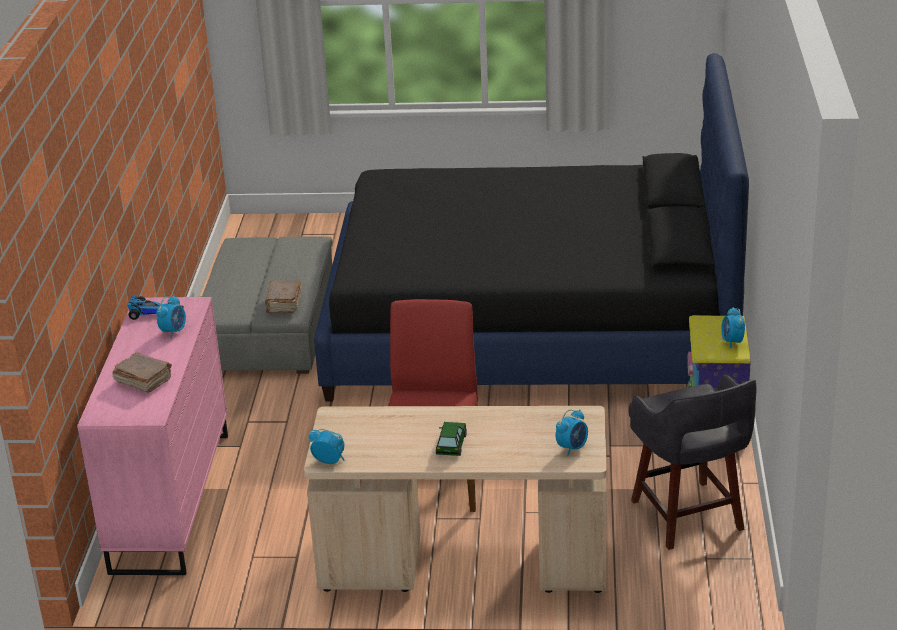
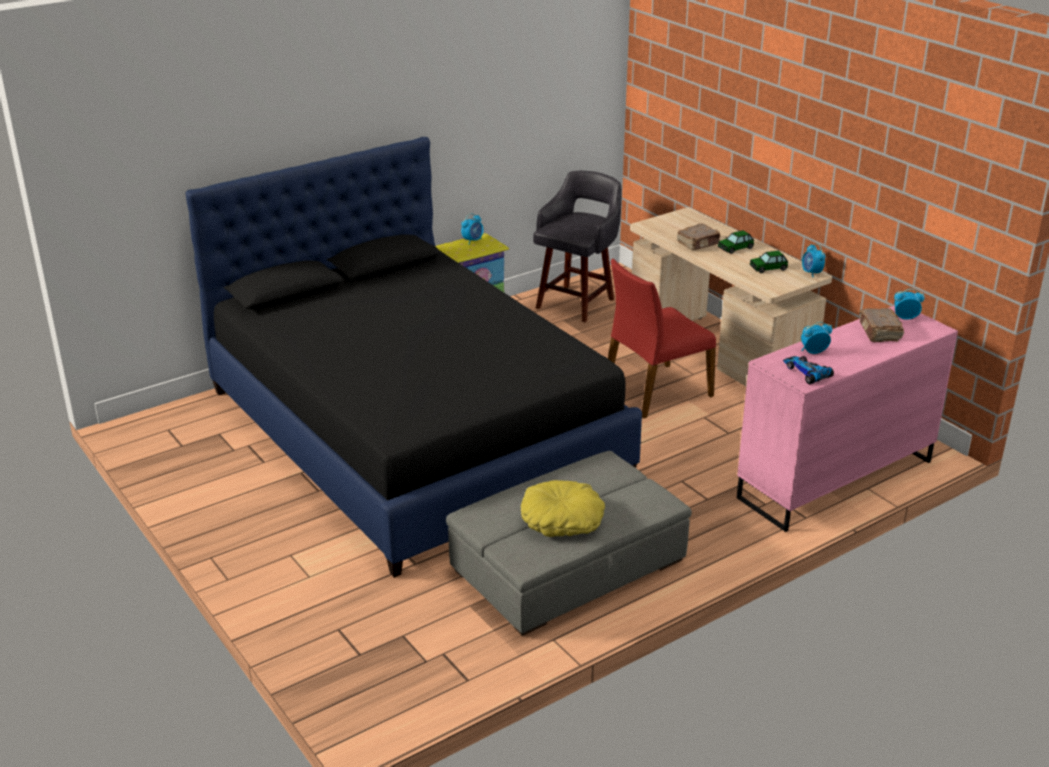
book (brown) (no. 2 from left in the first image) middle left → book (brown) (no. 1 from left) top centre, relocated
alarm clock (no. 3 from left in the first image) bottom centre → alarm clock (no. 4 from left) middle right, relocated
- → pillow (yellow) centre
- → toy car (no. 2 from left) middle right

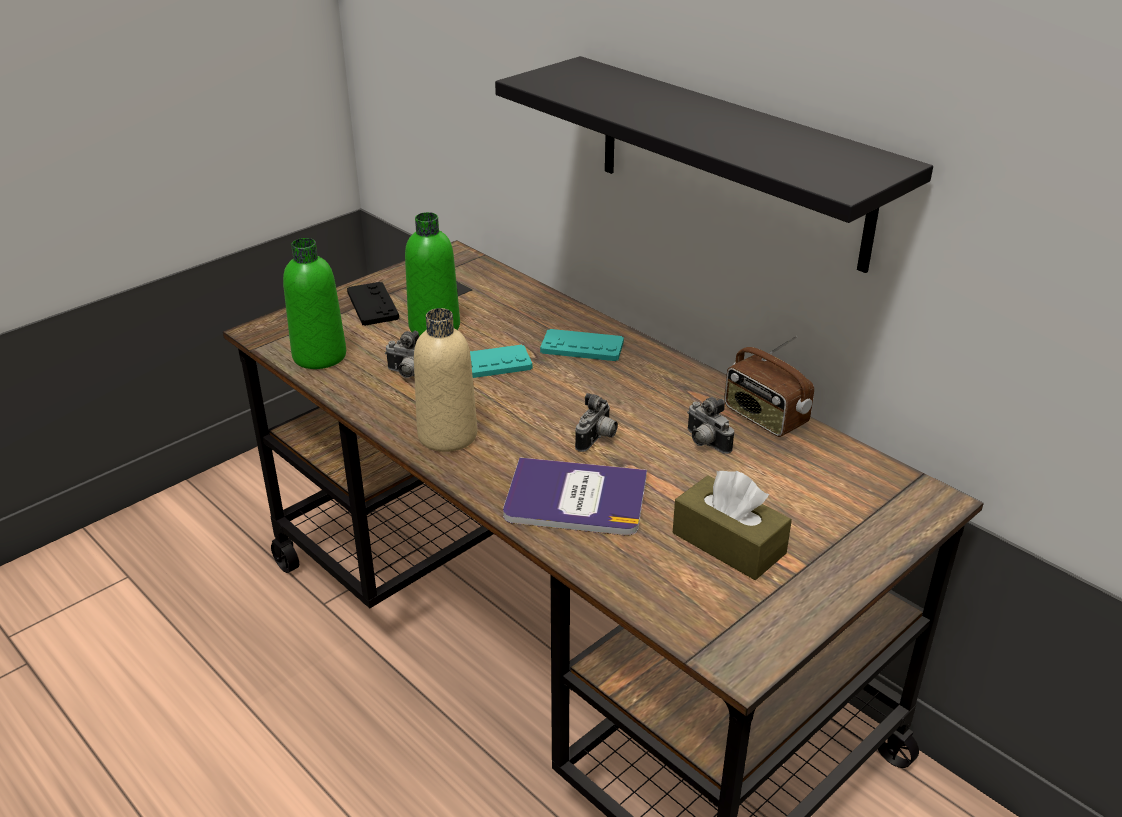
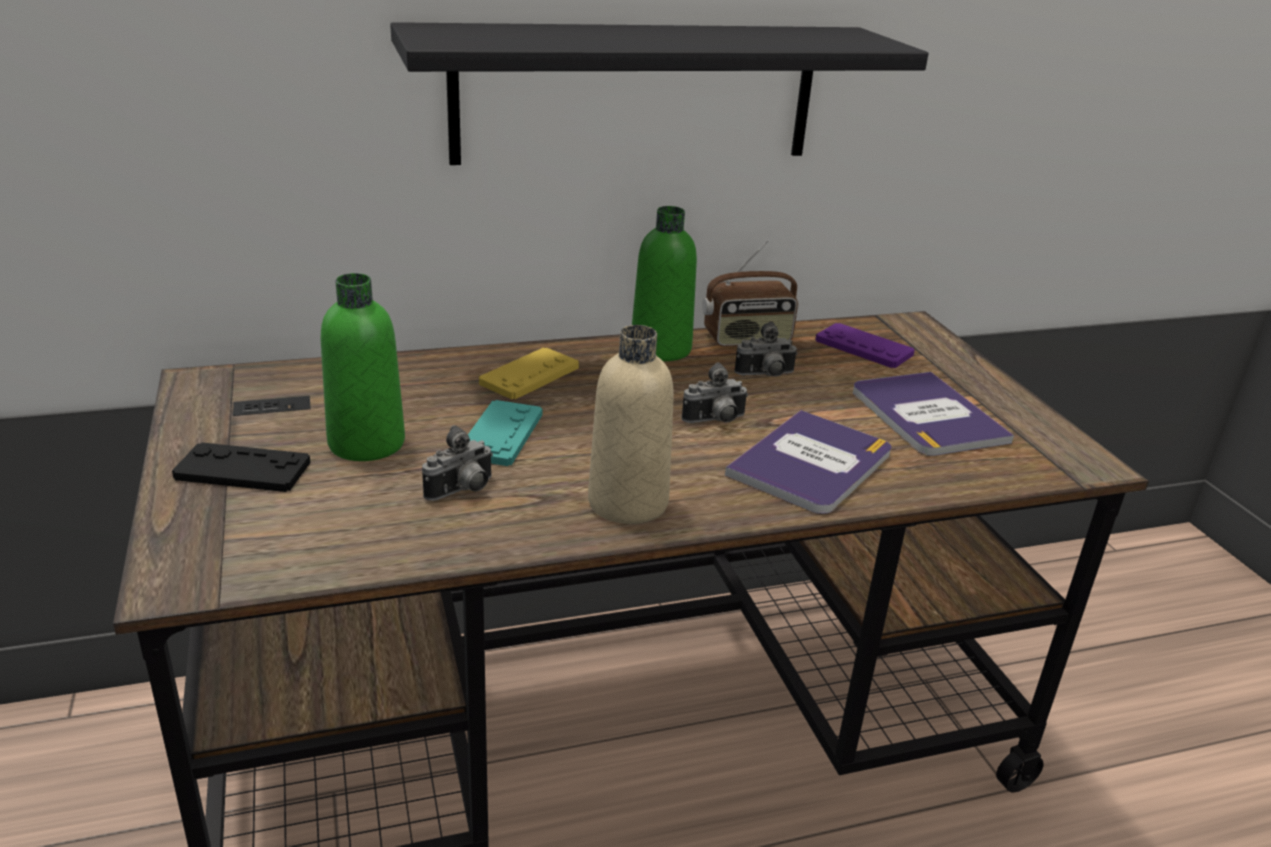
bottle (green) (no. 1 from left in the first image) middle left → bottle (green) (no. 2 from left) centre, relocated
game controller (turquoise) (no. 2 from left) centre → game controller (yellow) centre
photo camera (no. 2 from left) centre, 105 degrees clockwise
tissue box (brown) centre → book (no. 2 from left) middle right
- → game controller (purple) middle right

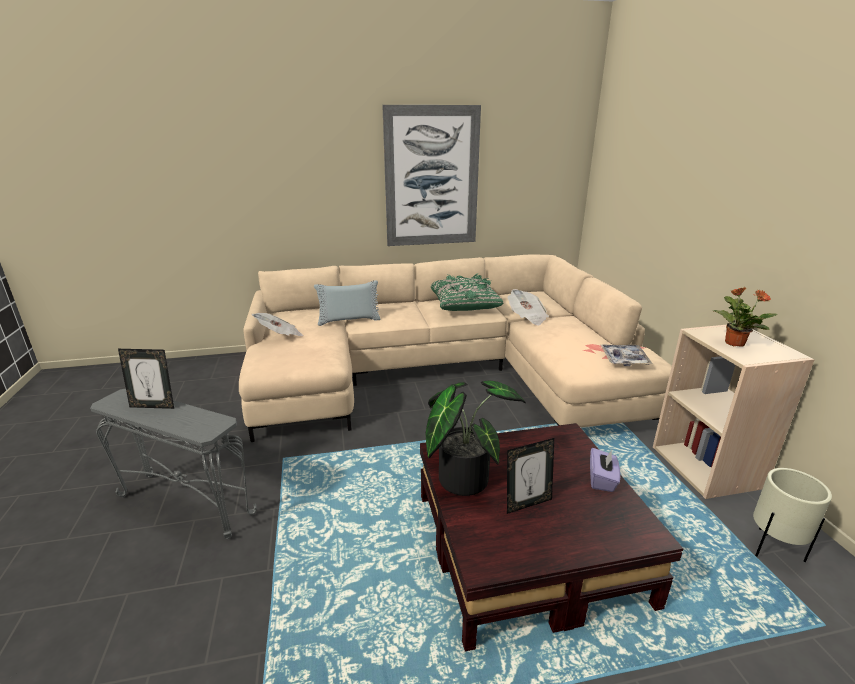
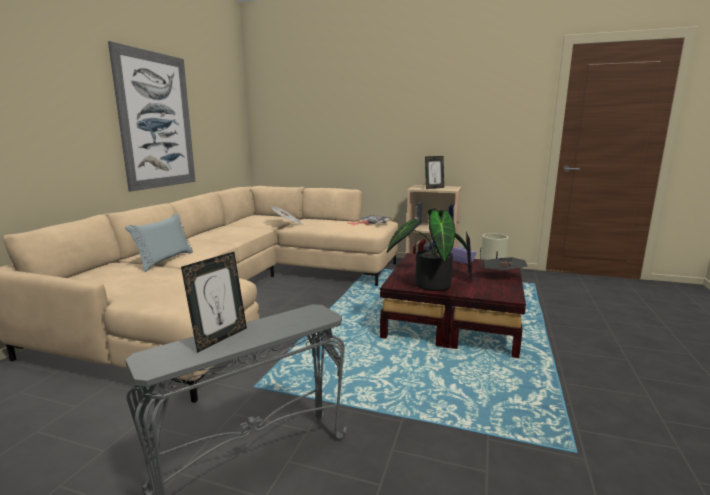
newspaper (no. 1 from left in the first image) middle left → newspaper (no. 2 from left) middle right, relocated
pillow (green) centre → -
potted plant (no. 2 from left) middle right → picture frame (no. 2 from left) centre

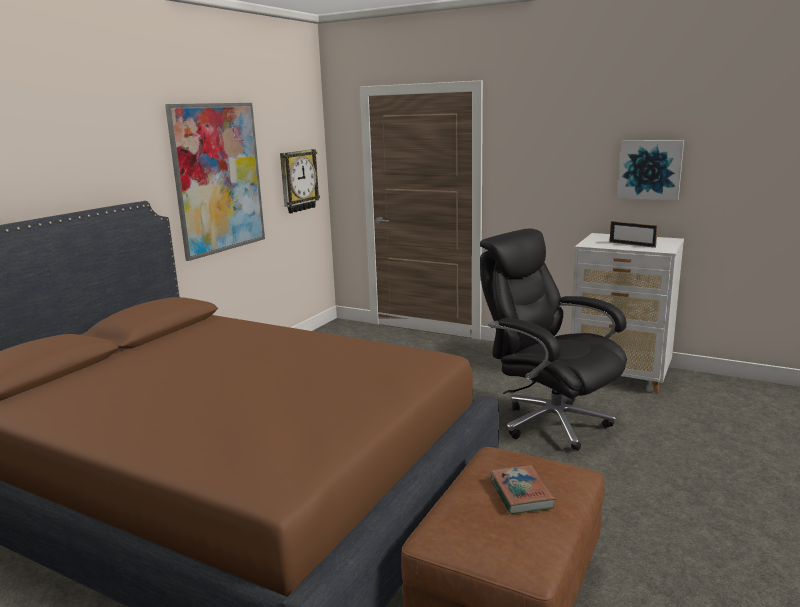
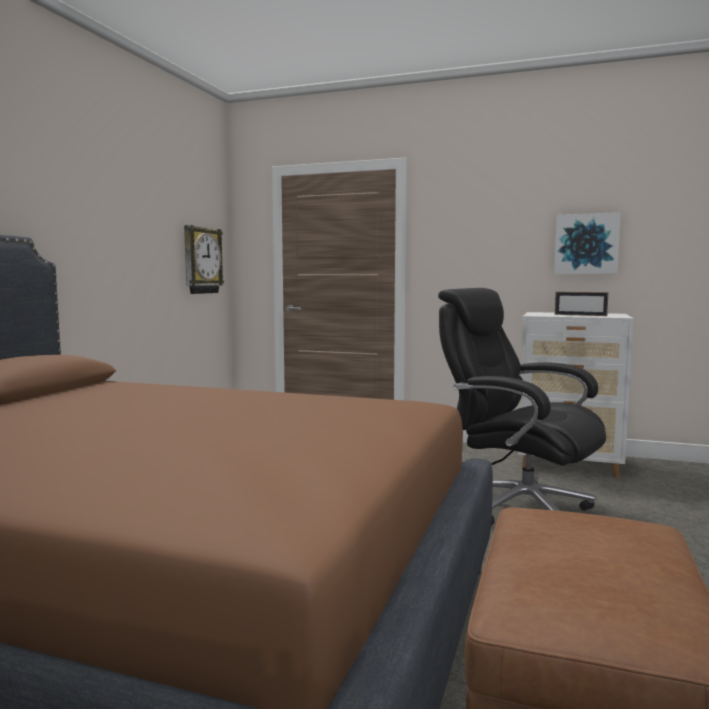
picture (no. 1 from left) top left → -
book bottom centre → -

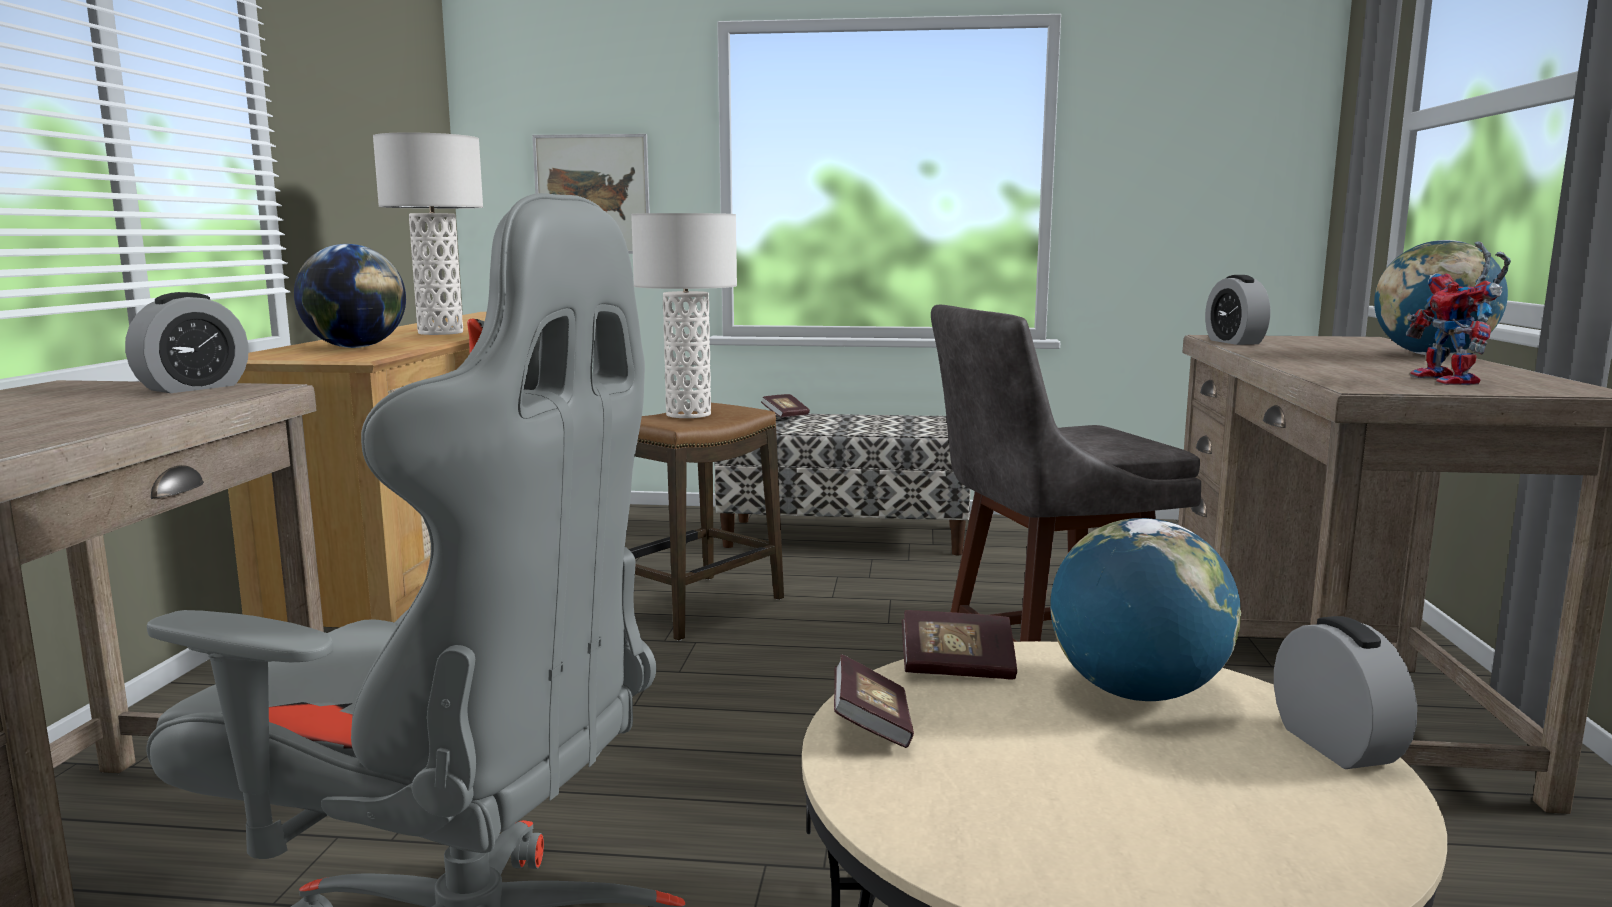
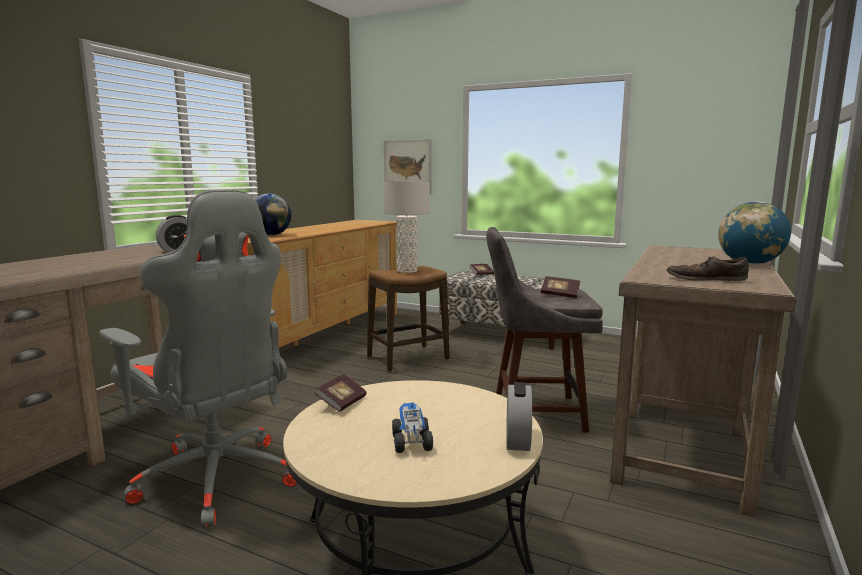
table lamp (white) (no. 1 from left) top left → -
book (no. 3 from left) bottom centre → book (no. 3 from left) centre, relocated
globe (no. 2 from left) bottom right → -
alarm clock (no. 2 from left) middle right → -
toy robot middle right → shoe (brown) middle right
- → toy truck bottom centre

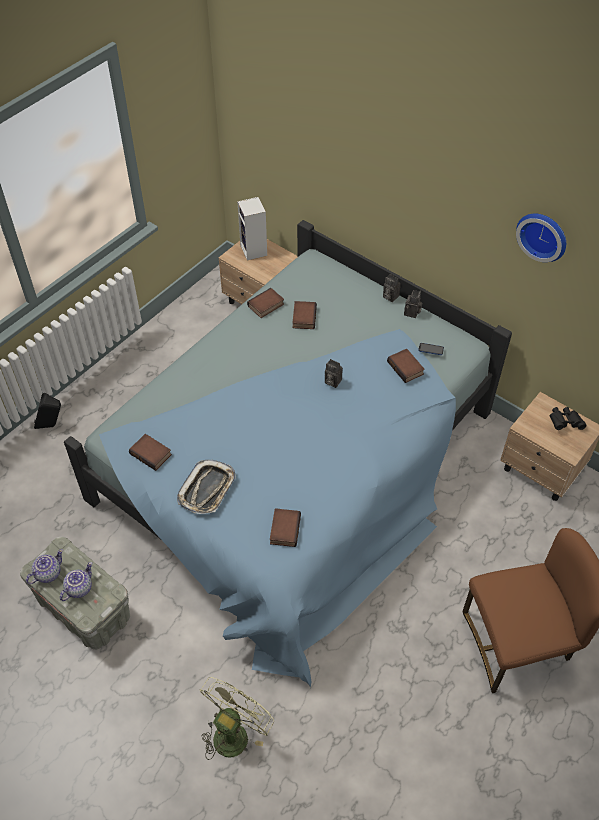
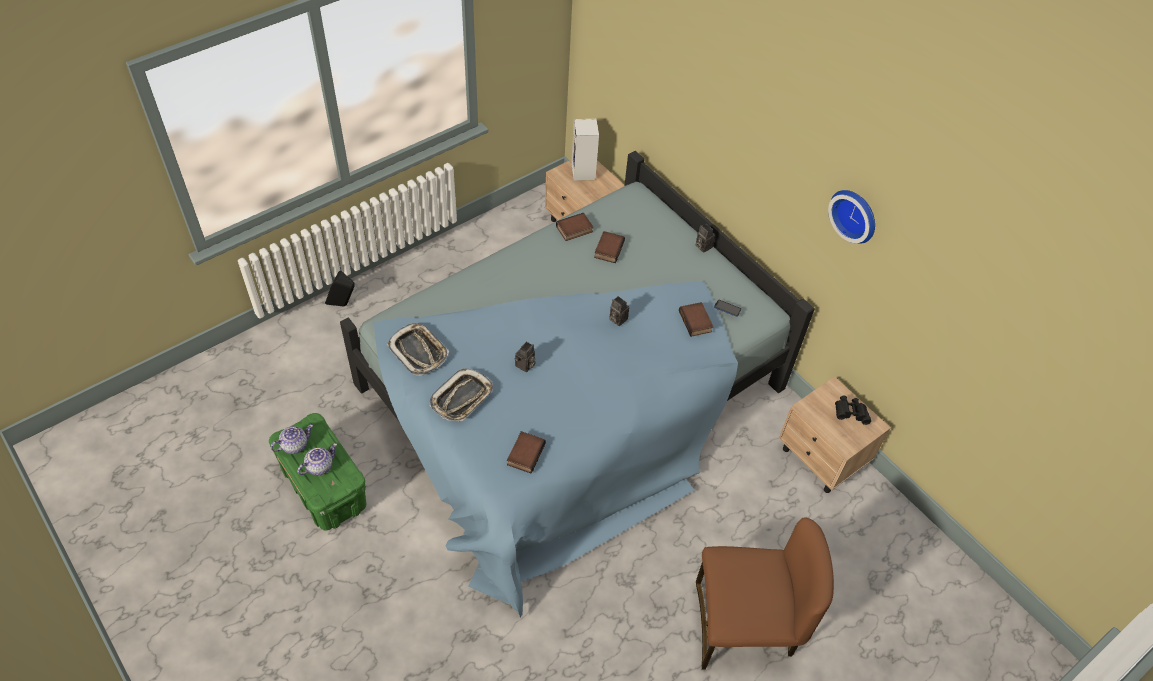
storage box (grey) bottom left → storage box (green) bottom left
book (no. 1 from left) middle left → tray (no. 1 from left) centre
fan (green) bottom centre → -
photo camera (no. 3 from left in the first image) middle right → photo camera (no. 1 from left) centre, relocated

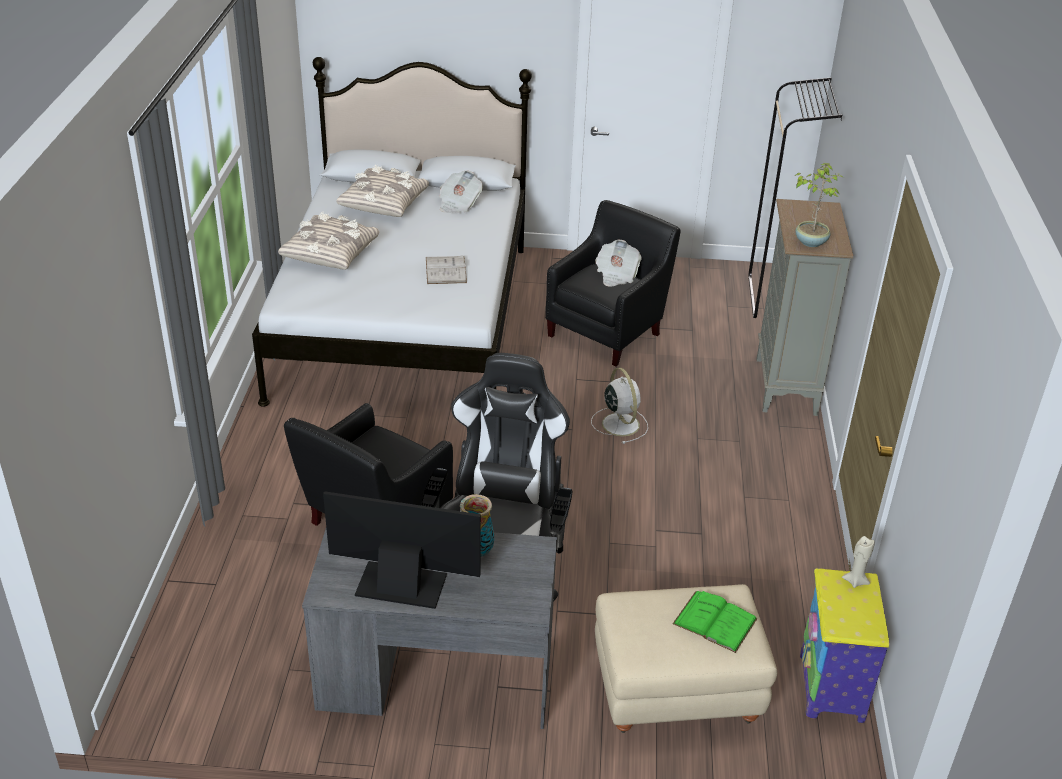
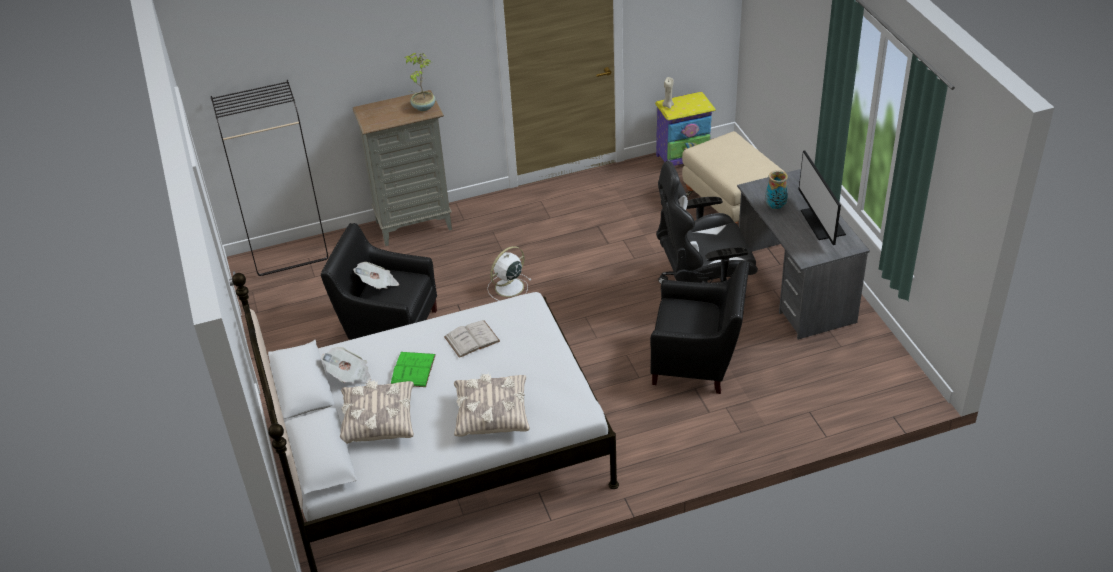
book (green) bottom right → book (green) centre, relocated

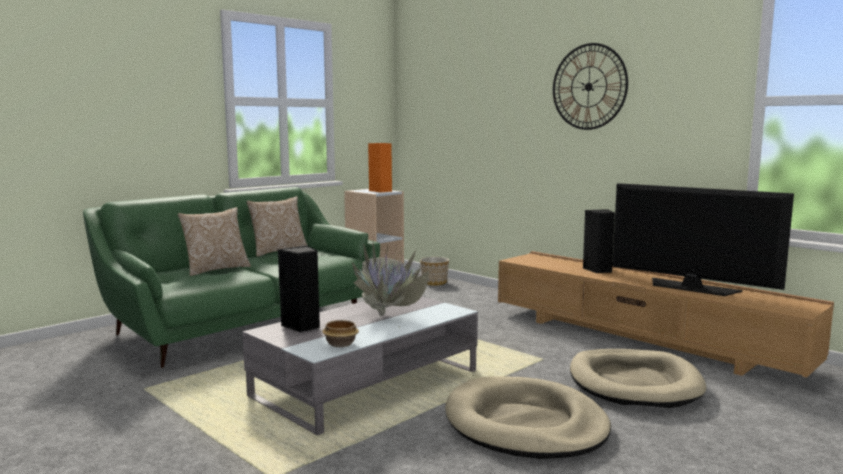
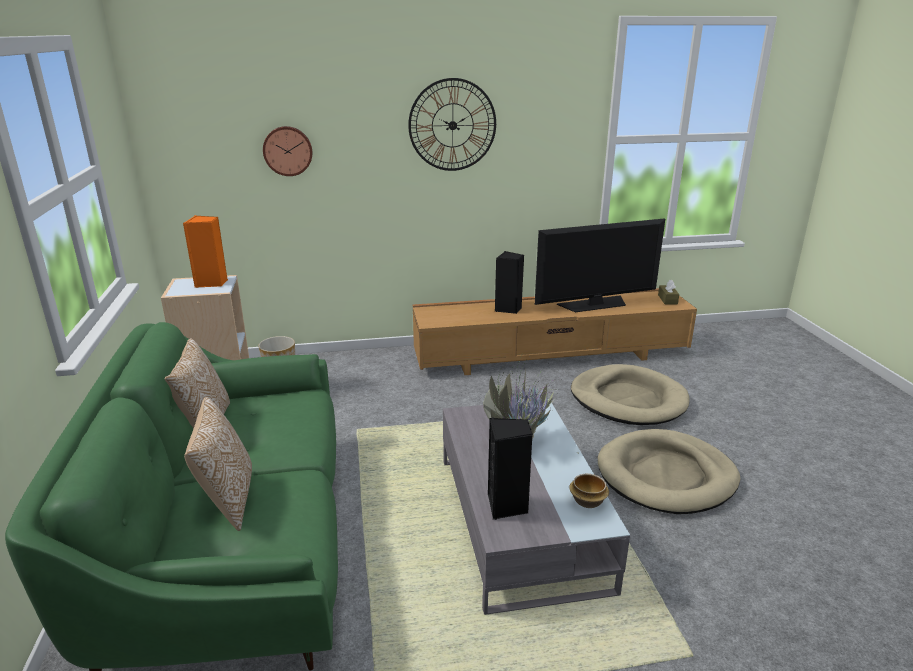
- → wall clock (no. 1 from left) top left
- → tissue box (brown) middle right

